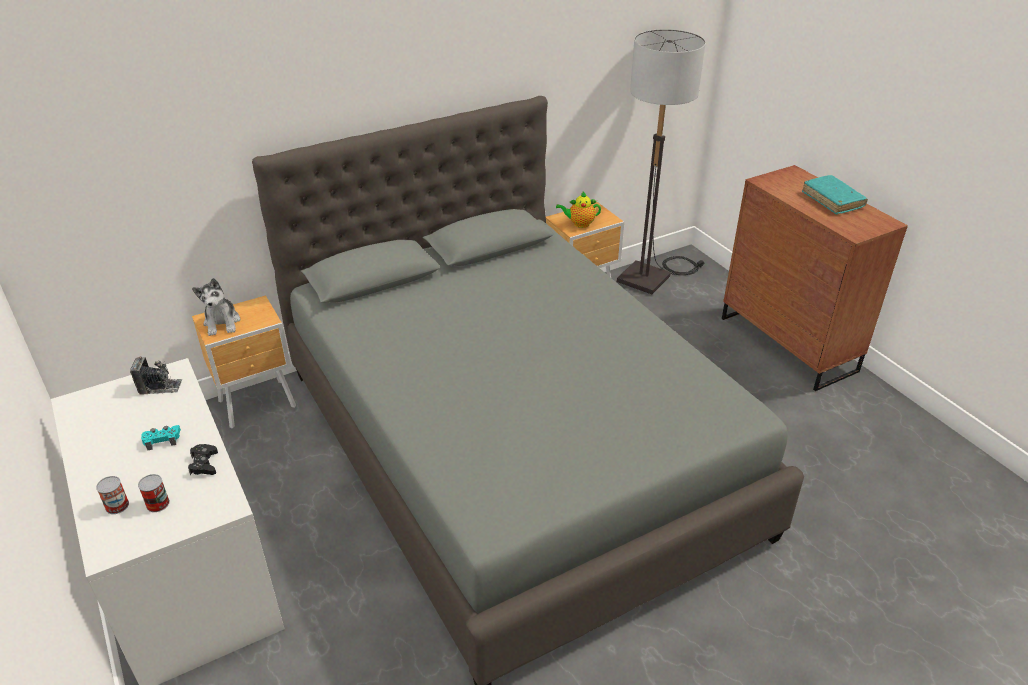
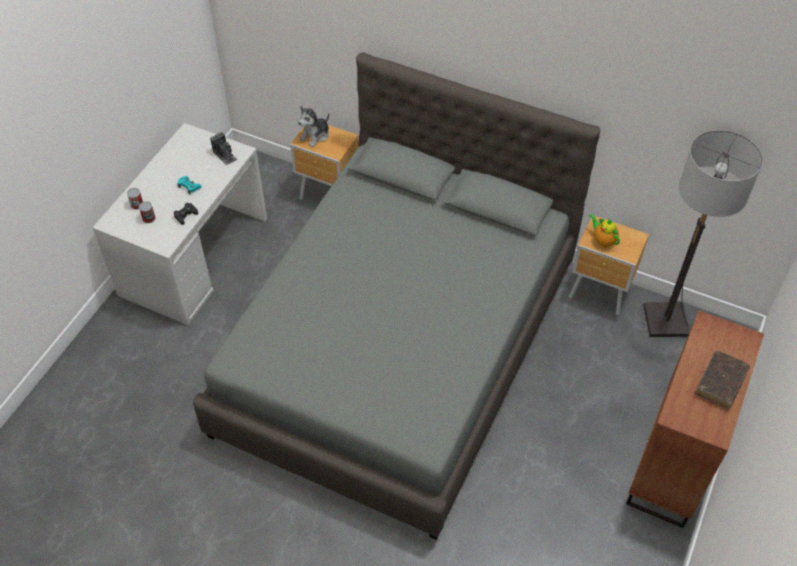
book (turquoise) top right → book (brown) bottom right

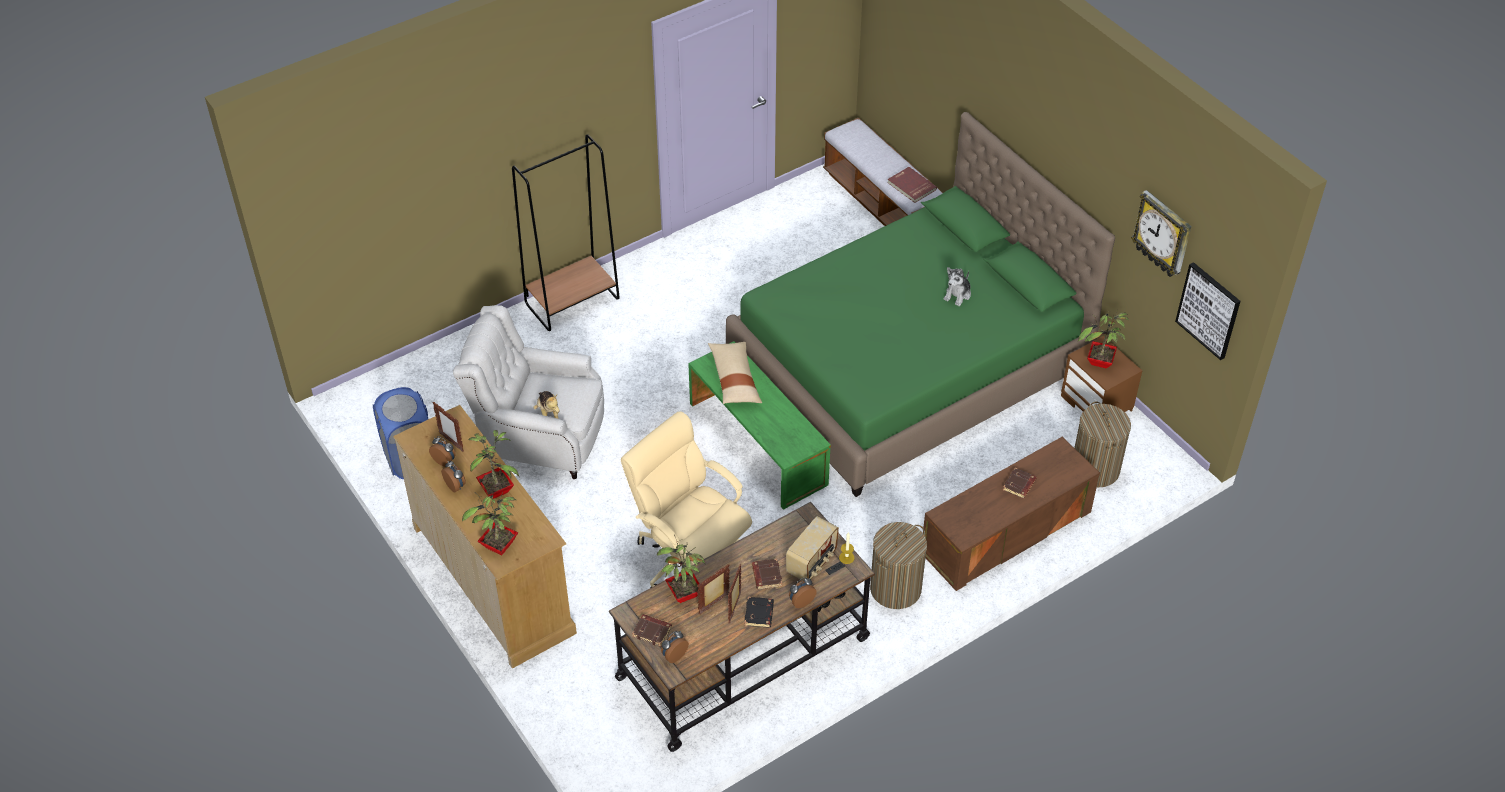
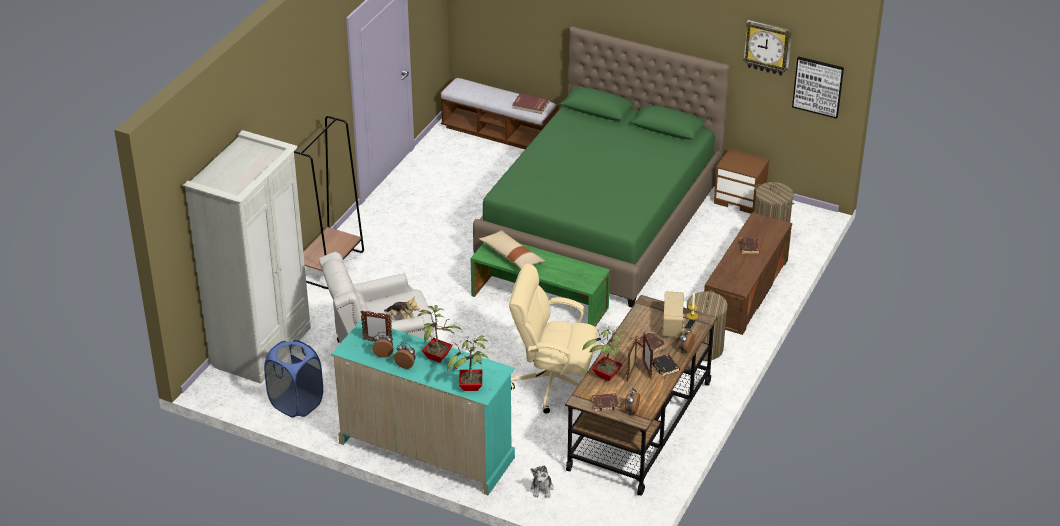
dresser (brown) bottom left → dresser (turquoise) bottom centre
plush toy (no. 2 from left) centre → plush toy (no. 2 from left) bottom centre, relocated
potted plant (no. 4 from left) middle right → -
- → wardrobe (white) middle left

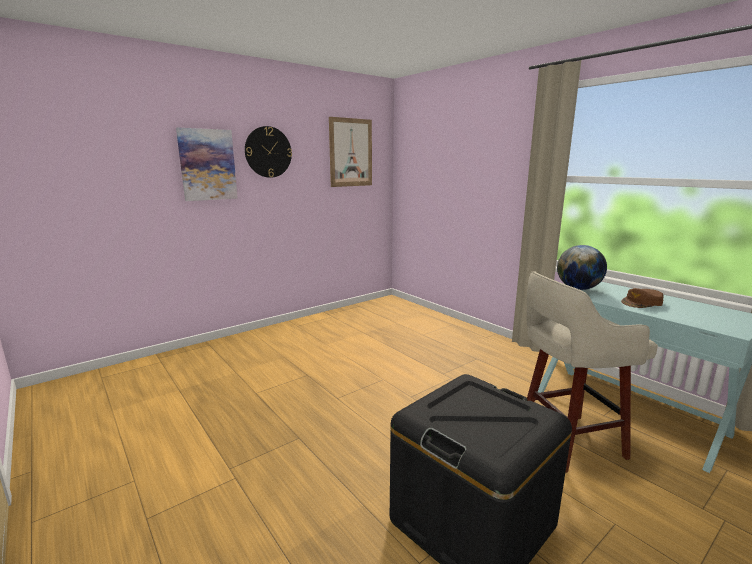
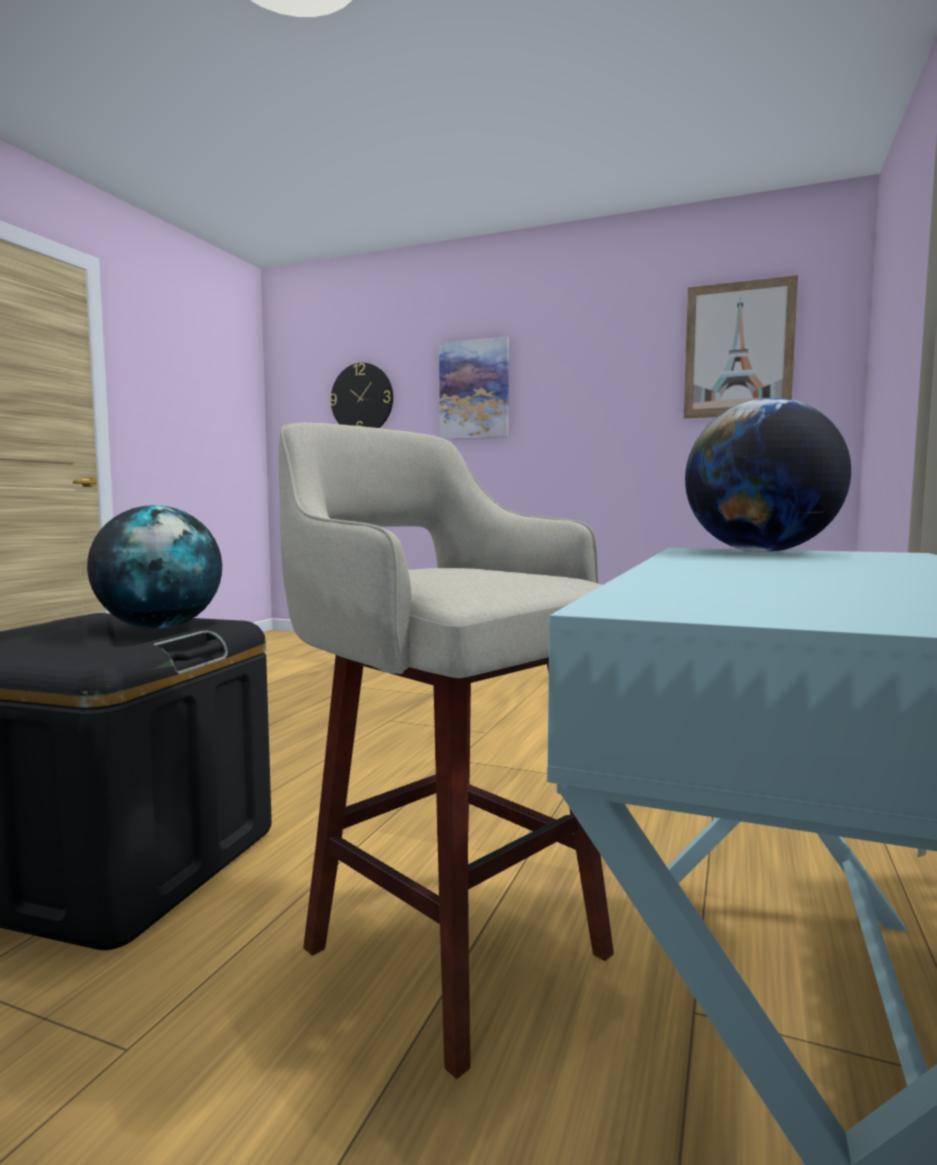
wall clock top centre → wall clock centre, relocated
cap (brown) middle right → -
- → globe (no. 1 from left) middle left

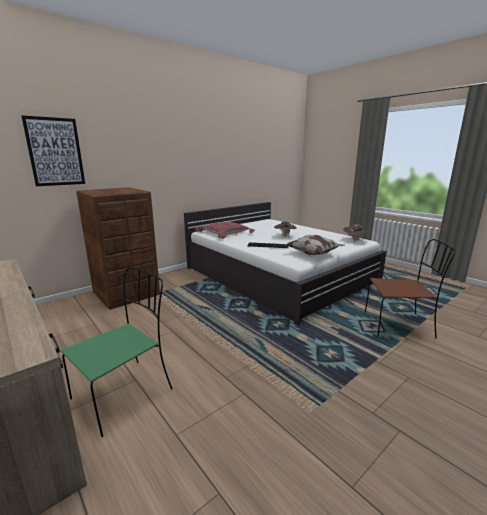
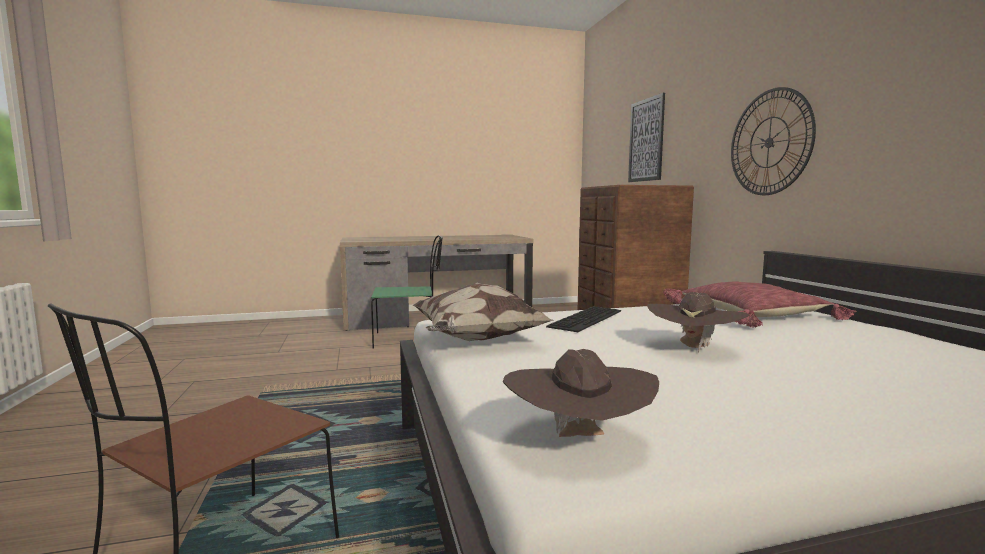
chair (green) bottom left → chair (green) centre, 75 degrees counterclockwise
- → wall clock top right

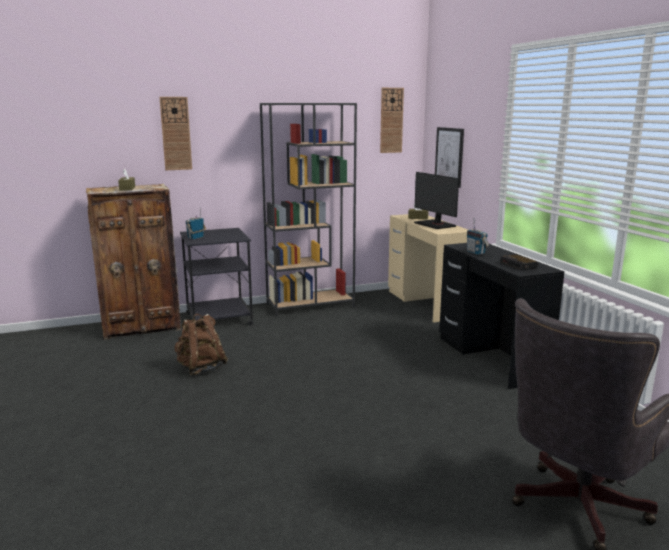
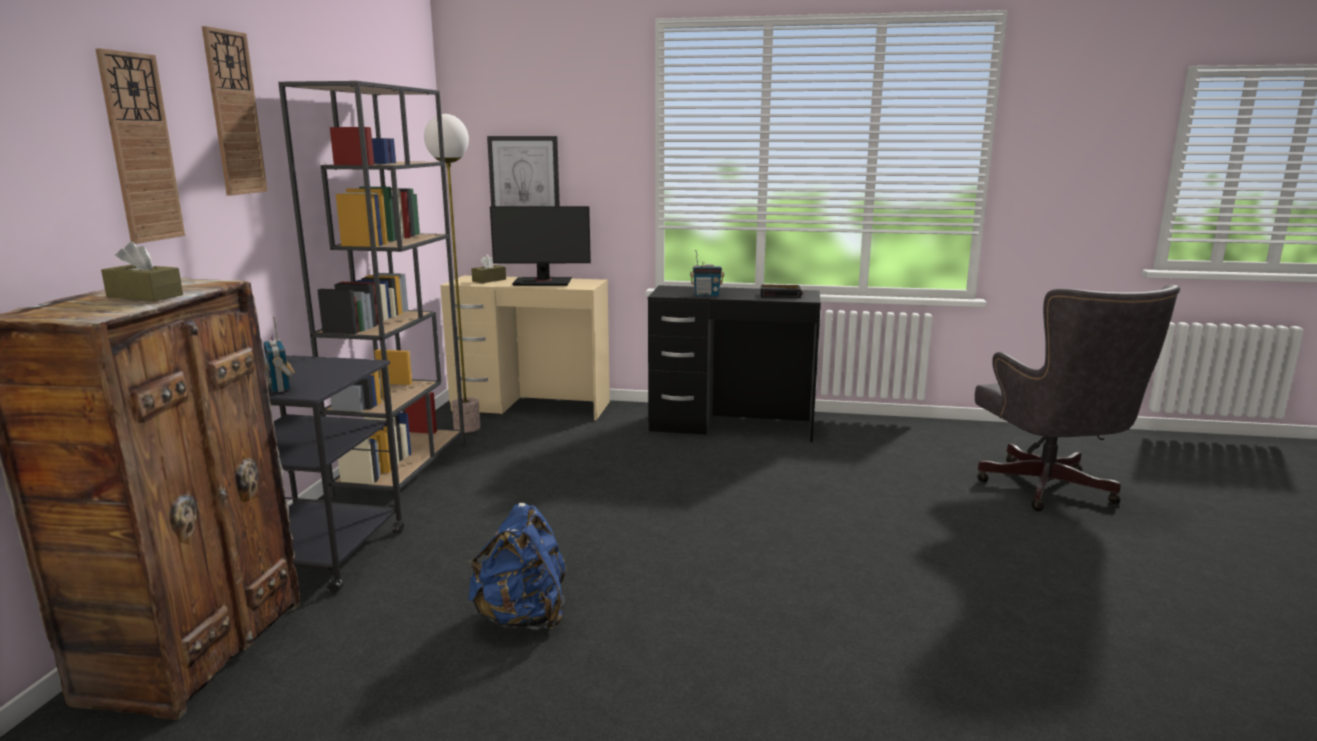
backpack (brown) middle left → backpack (blue) bottom centre
wall clock (no. 2 from left) top centre → wall clock (no. 2 from left) top left, relocated
- → floor lamp centre

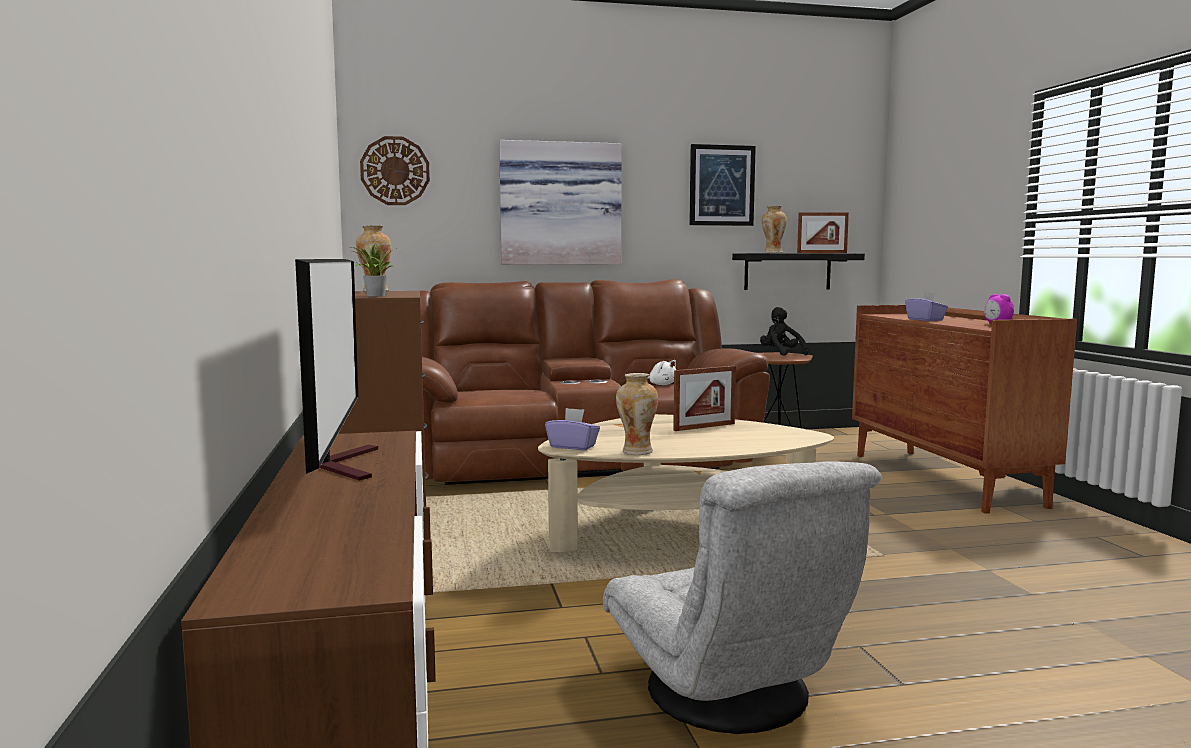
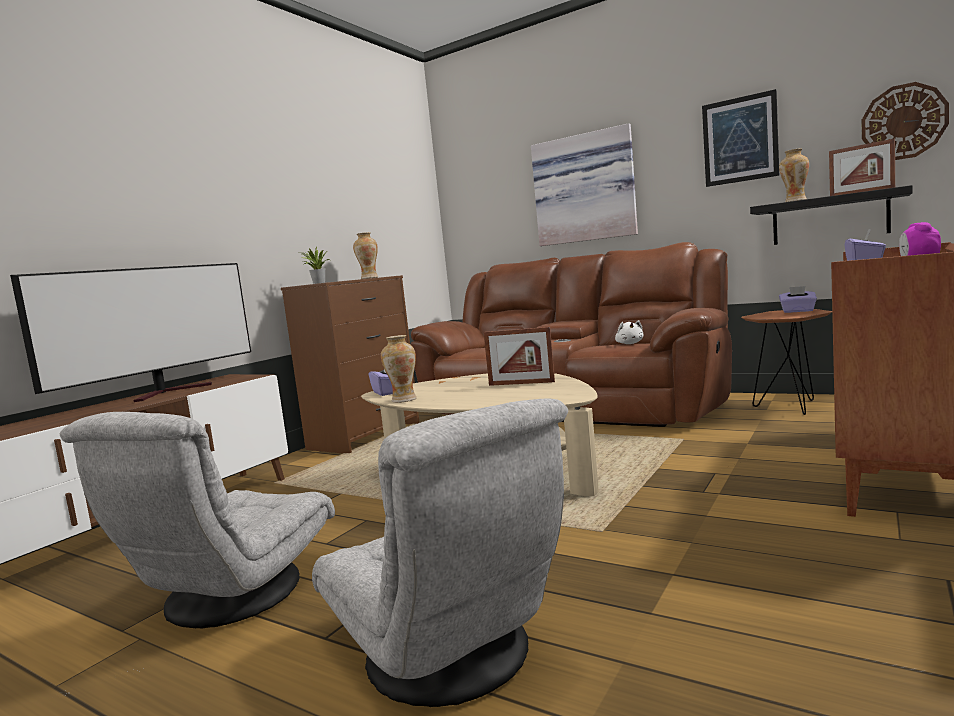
wall clock top left → wall clock top right, relocated
plush toy (black) centre → tissue box (purple) (no. 2 from left) middle right
- → armchair (grey) (no. 2 from left) bottom centre

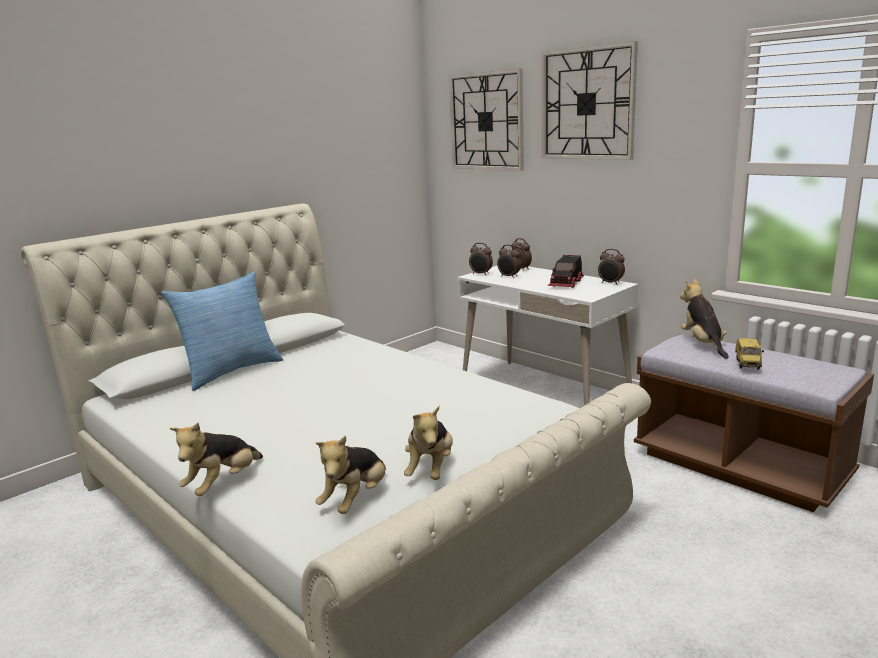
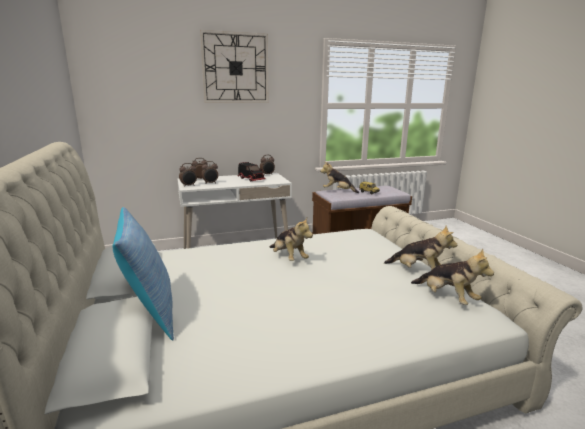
plush toy (no. 1 from left) bottom left → plush toy (no. 1 from left) centre, relocated
wall clock (no. 1 from left) top centre → -

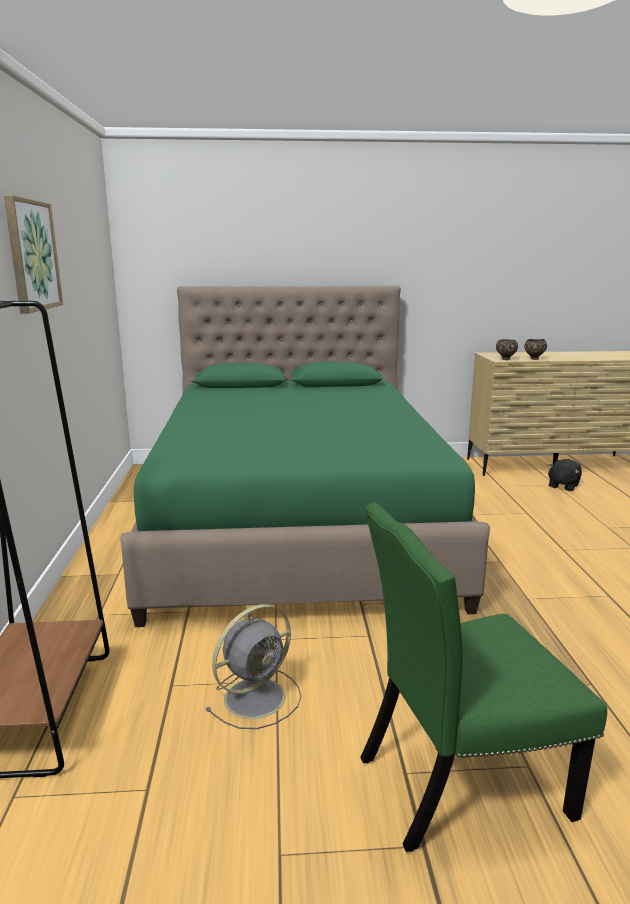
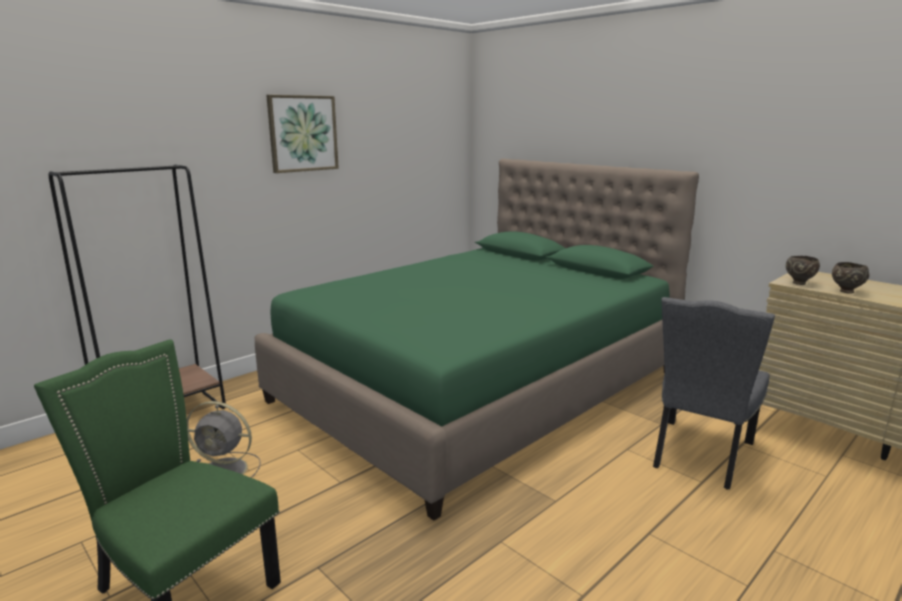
plush toy (black) middle right → -
- → chair (grey) middle right

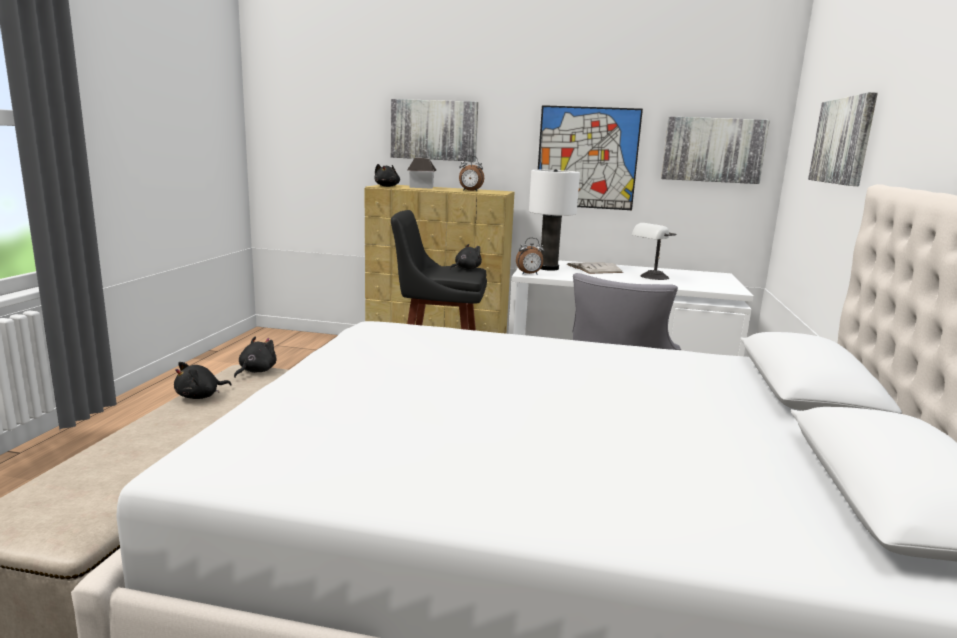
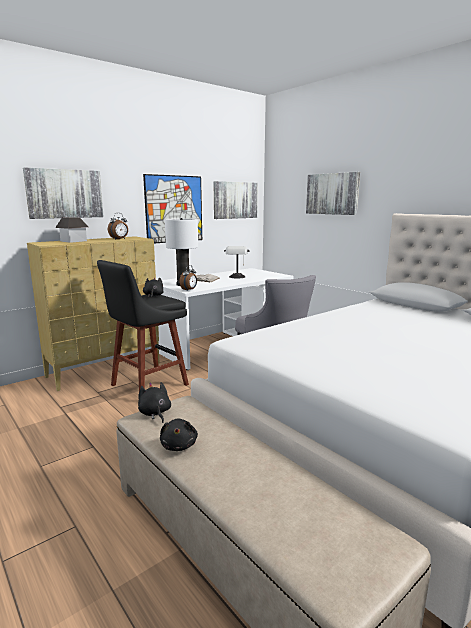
plush toy (black) (no. 3 from left) top centre → -

